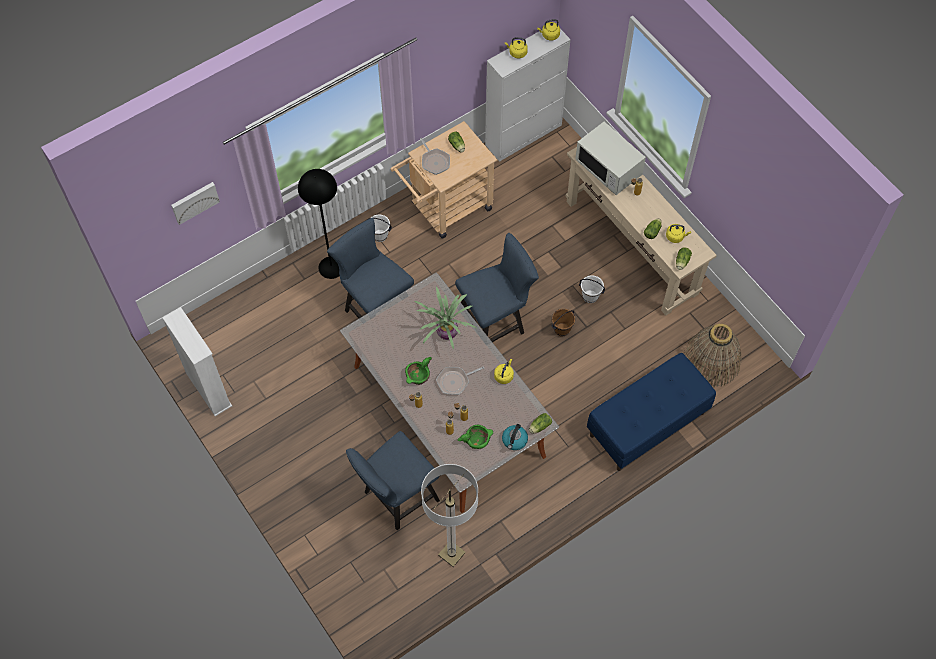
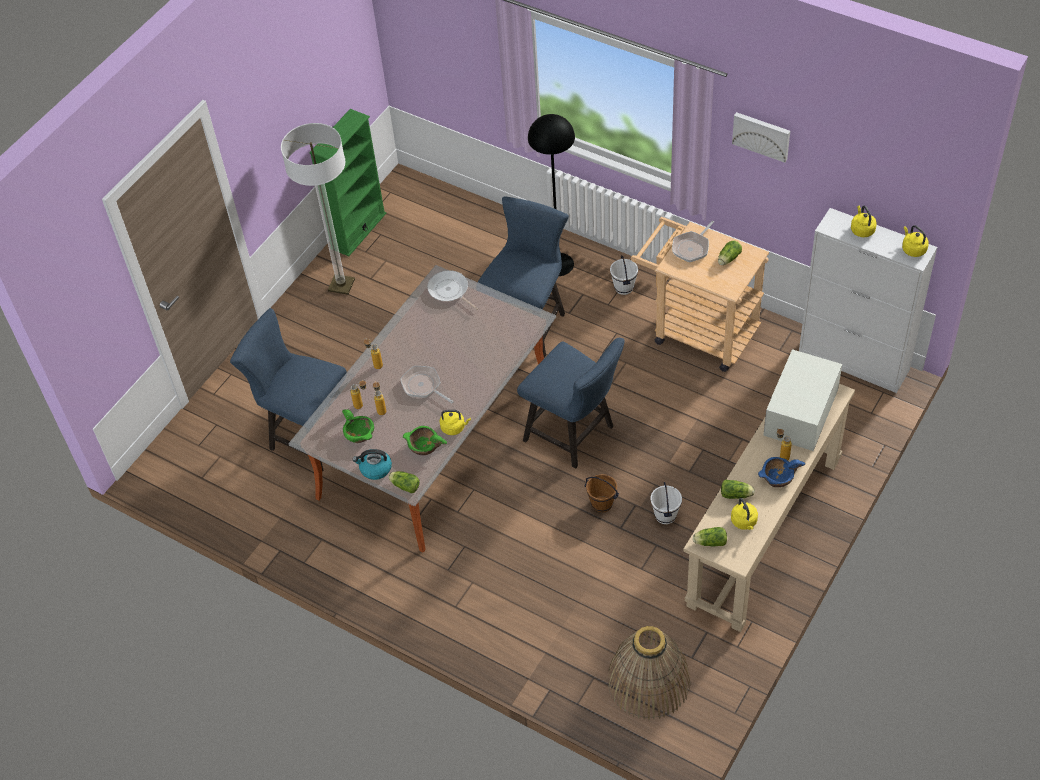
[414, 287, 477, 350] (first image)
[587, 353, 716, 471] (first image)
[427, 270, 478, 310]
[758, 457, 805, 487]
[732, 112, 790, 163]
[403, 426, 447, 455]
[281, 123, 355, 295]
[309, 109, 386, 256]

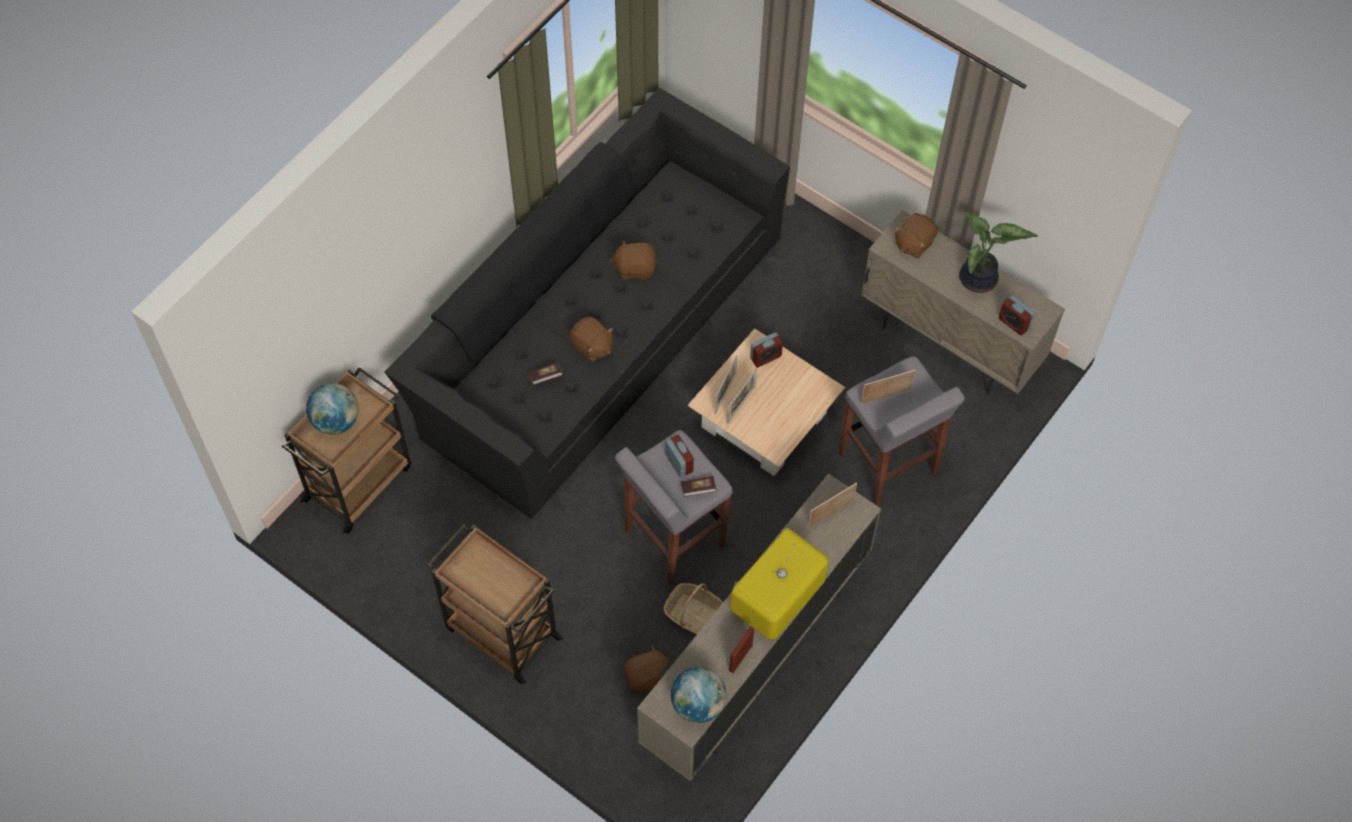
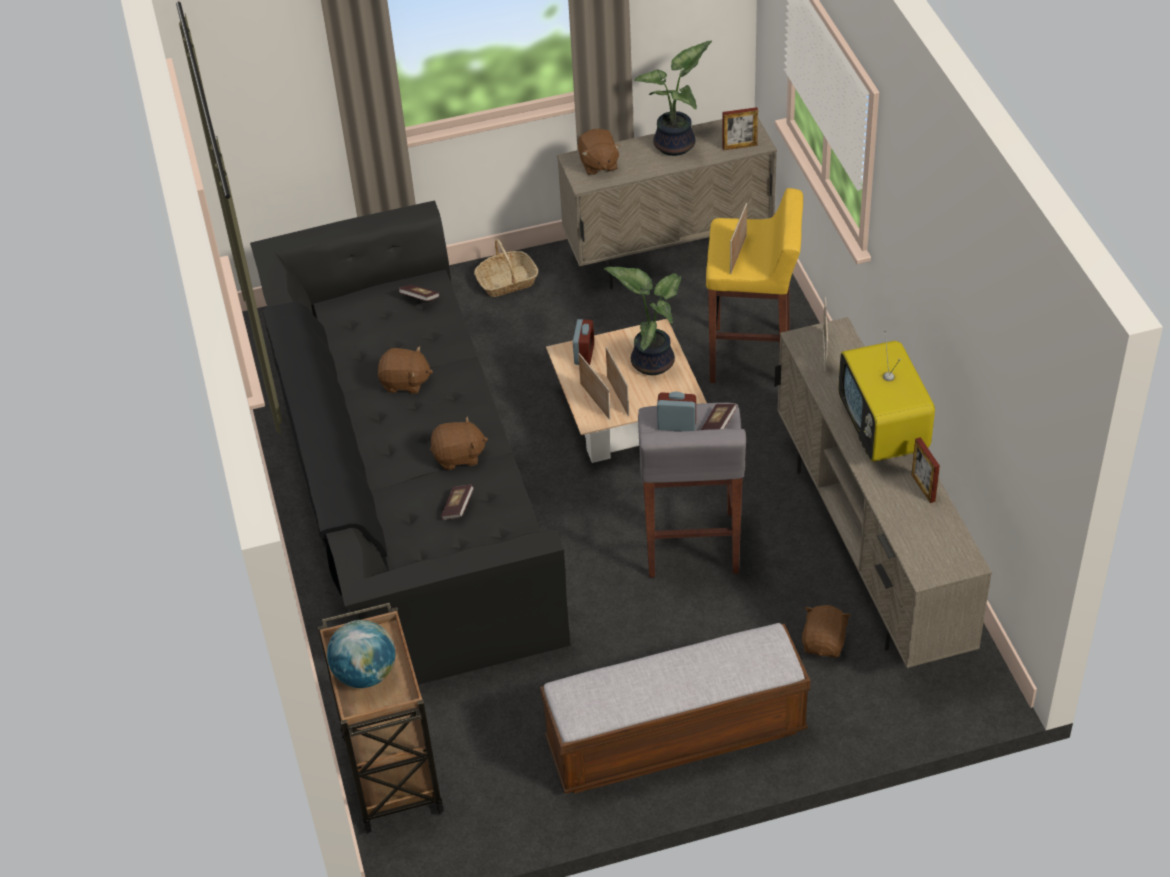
[671, 667, 727, 723] (first image)
[398, 285, 440, 301]
[603, 267, 681, 375]
[474, 239, 538, 297]
[540, 623, 811, 794]
[722, 107, 758, 150]
[706, 188, 803, 383]
[378, 346, 433, 394]

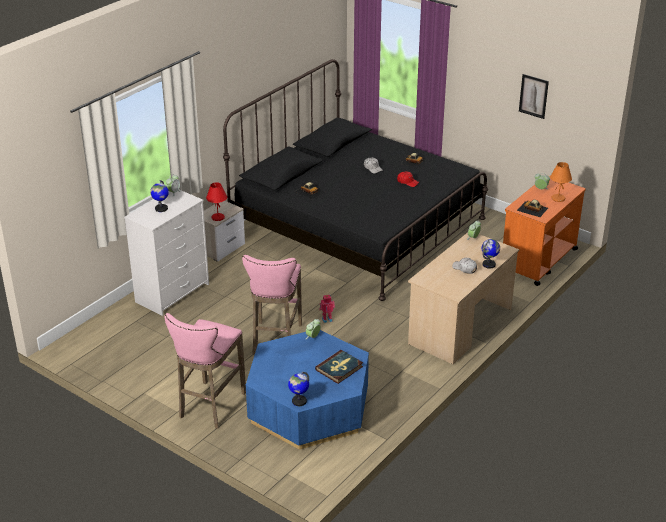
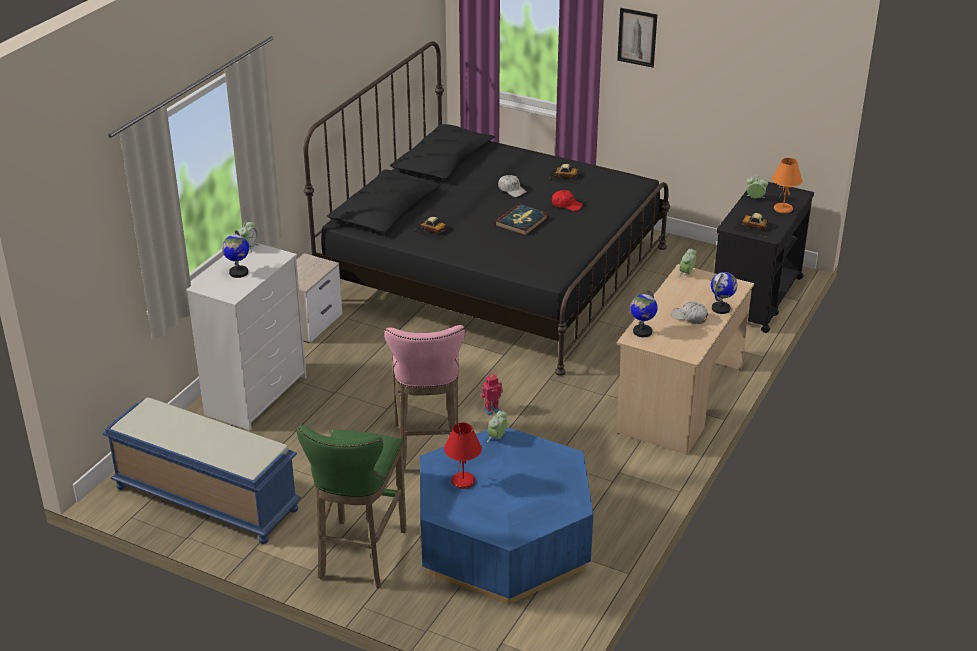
[102, 398, 301, 544]
[444, 423, 482, 489]
[630, 291, 657, 337]
[495, 204, 548, 236]
[617, 8, 657, 68]
[297, 425, 407, 588]
[714, 182, 814, 333]

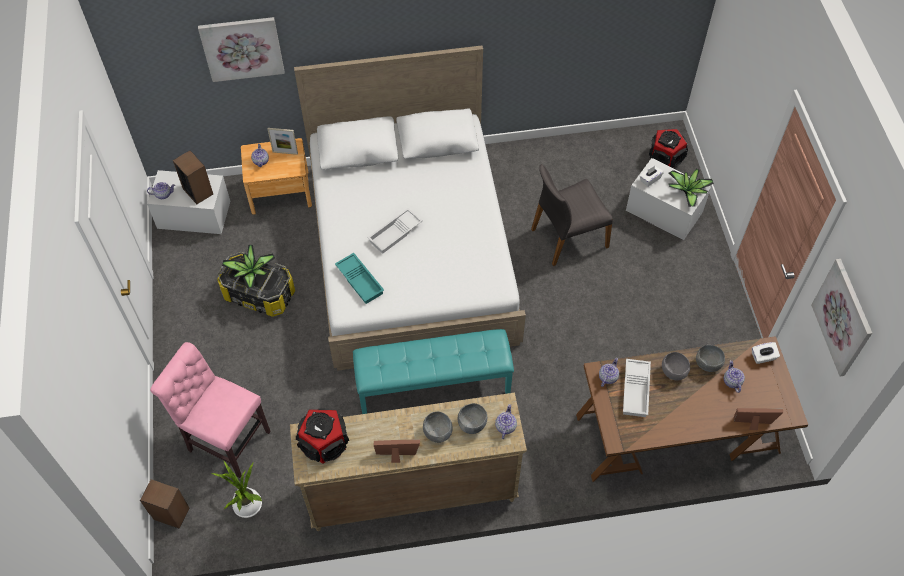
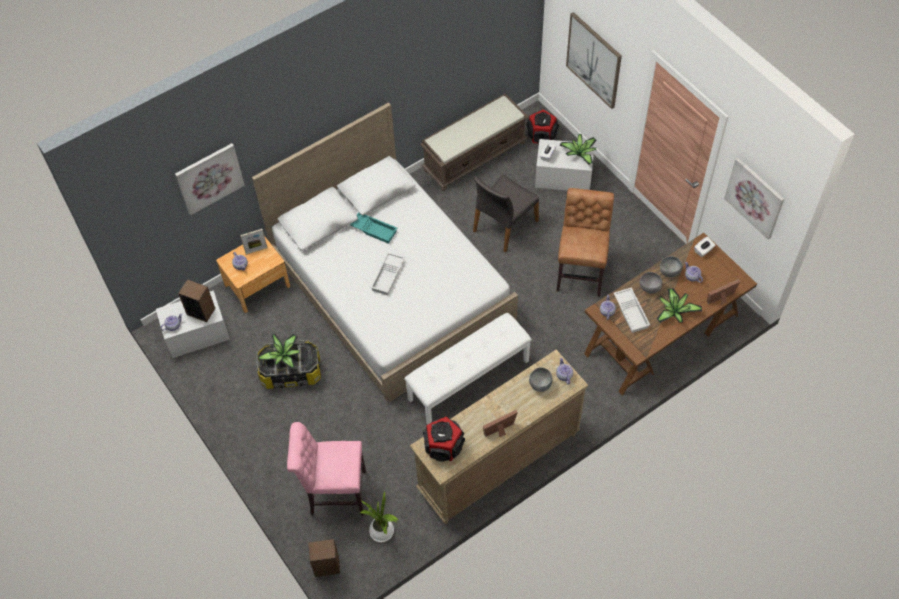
[423, 412, 453, 443] (first image)
[420, 94, 529, 191]
[556, 188, 614, 297]
[566, 12, 622, 109]
[657, 288, 702, 323]
[350, 212, 397, 244]
[404, 313, 532, 425]

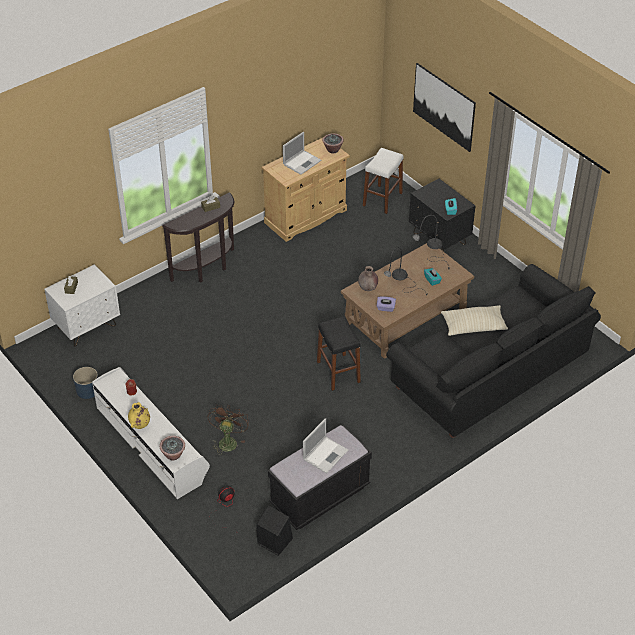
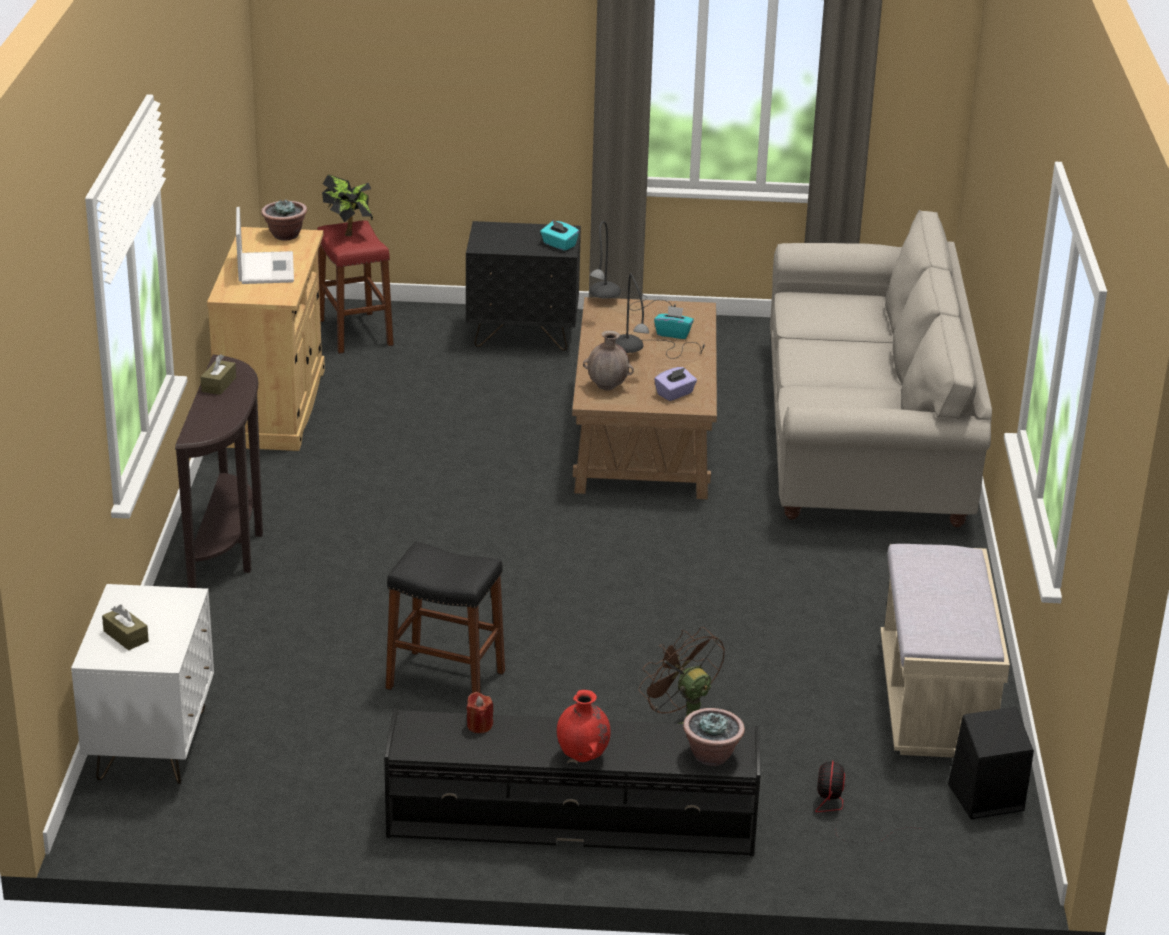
[73, 367, 98, 399] (first image)
[303, 418, 348, 474] (first image)
[413, 63, 476, 152] (first image)
[441, 305, 508, 336] (first image)
[322, 175, 373, 236]
[386, 541, 505, 693]
[384, 708, 761, 856]
[557, 690, 611, 762]
[880, 544, 1010, 758]
[317, 221, 394, 354]
[770, 210, 992, 528]

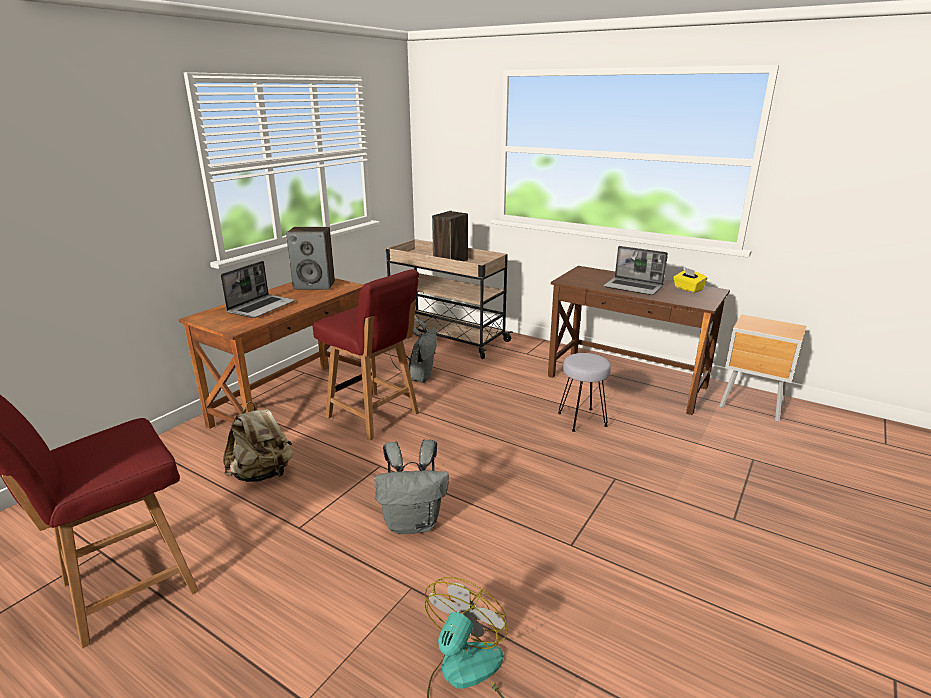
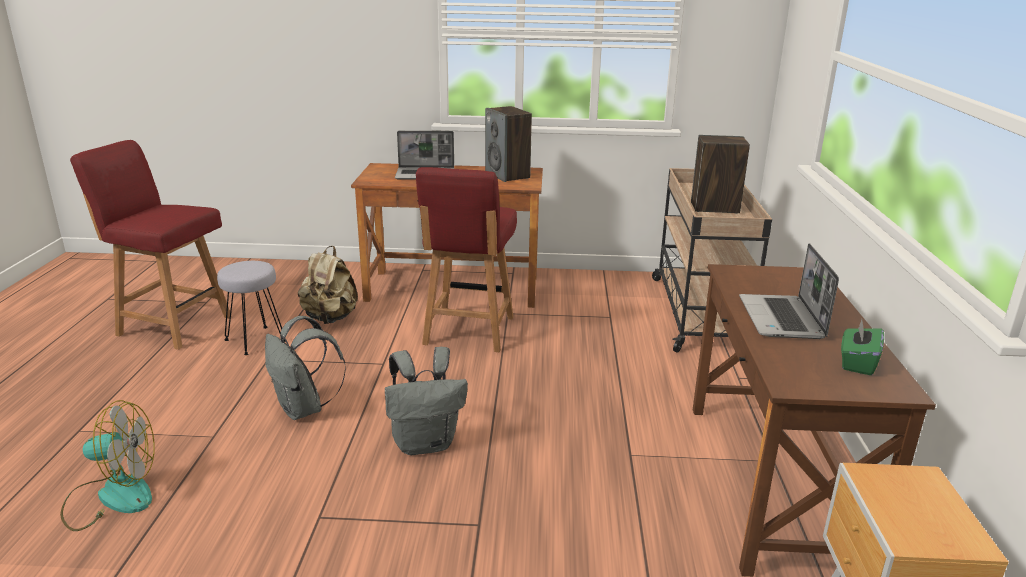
[385, 347, 468, 455]
[217, 261, 286, 355]
[841, 319, 884, 375]

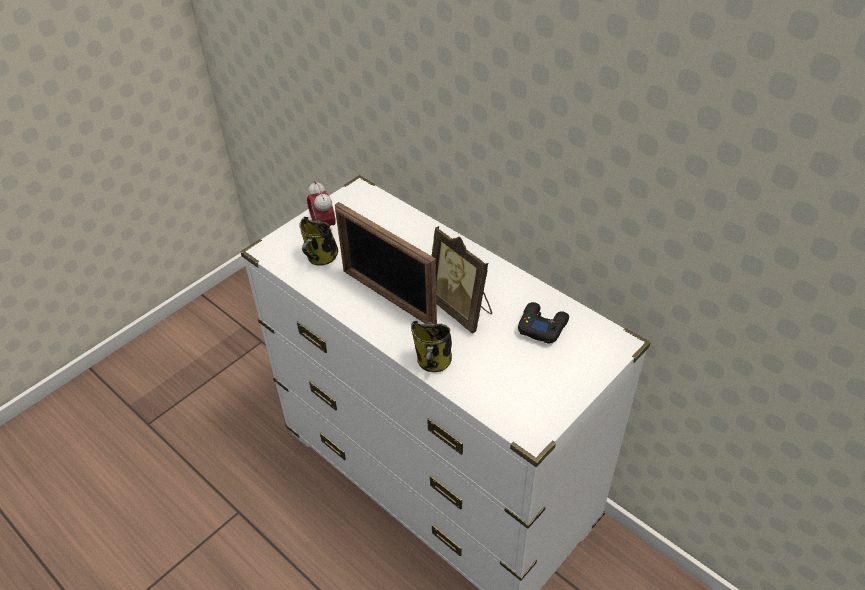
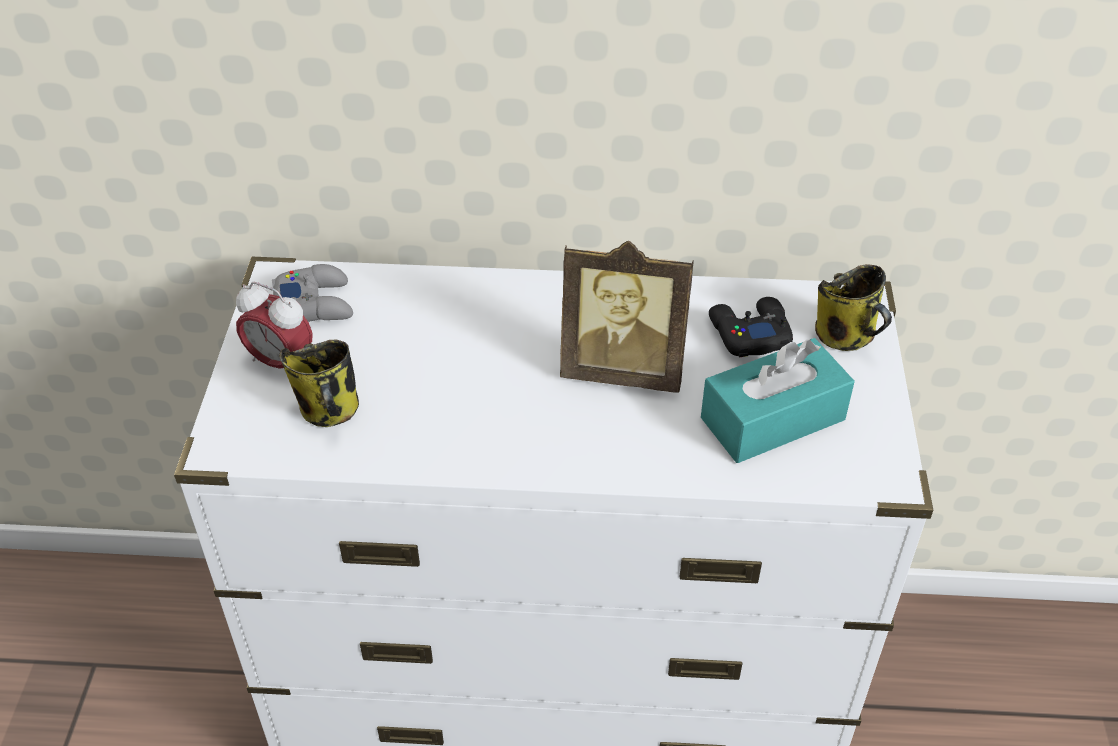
[335, 202, 437, 324] (first image)
[272, 264, 353, 322]
[701, 338, 855, 463]
[815, 264, 892, 351]

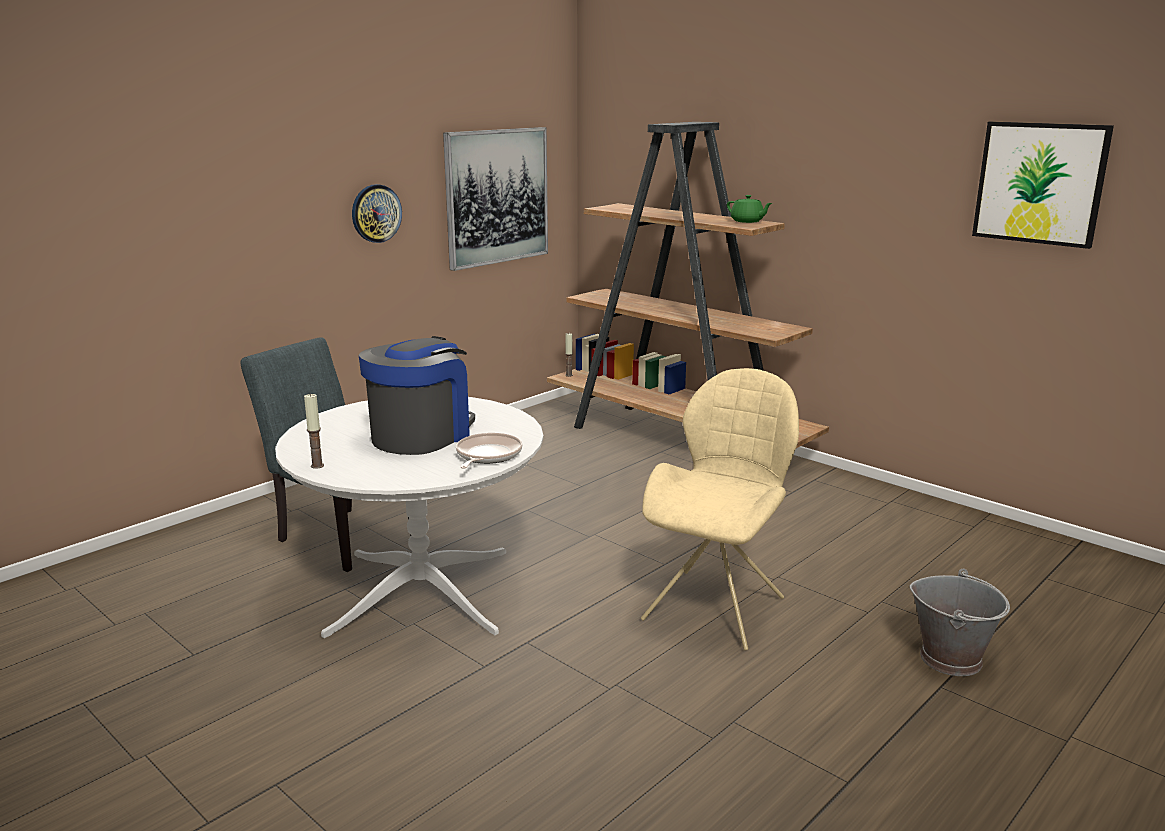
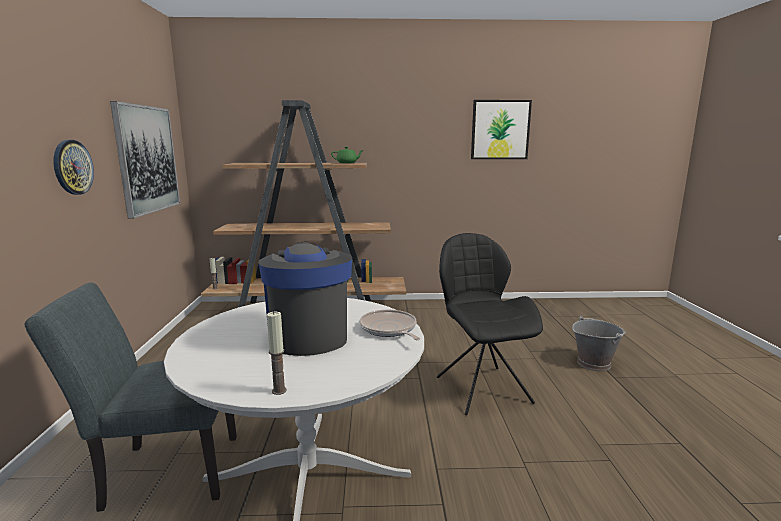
[437, 233, 543, 415]

